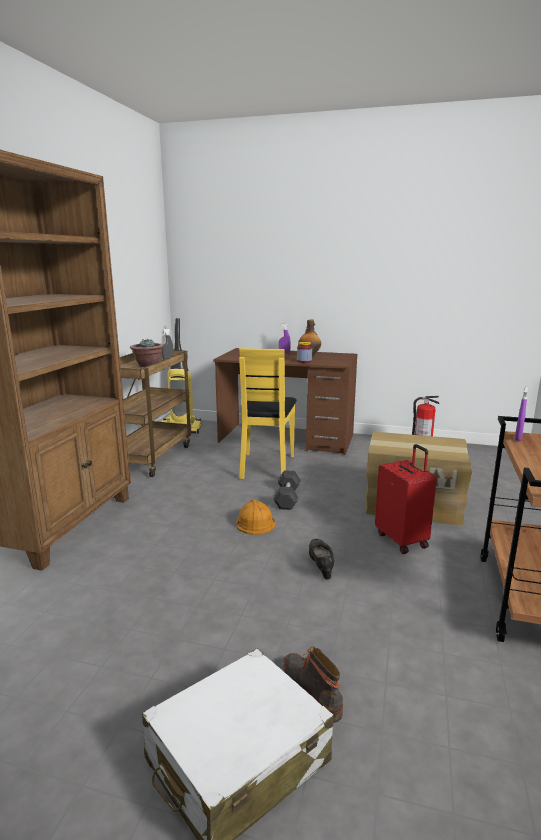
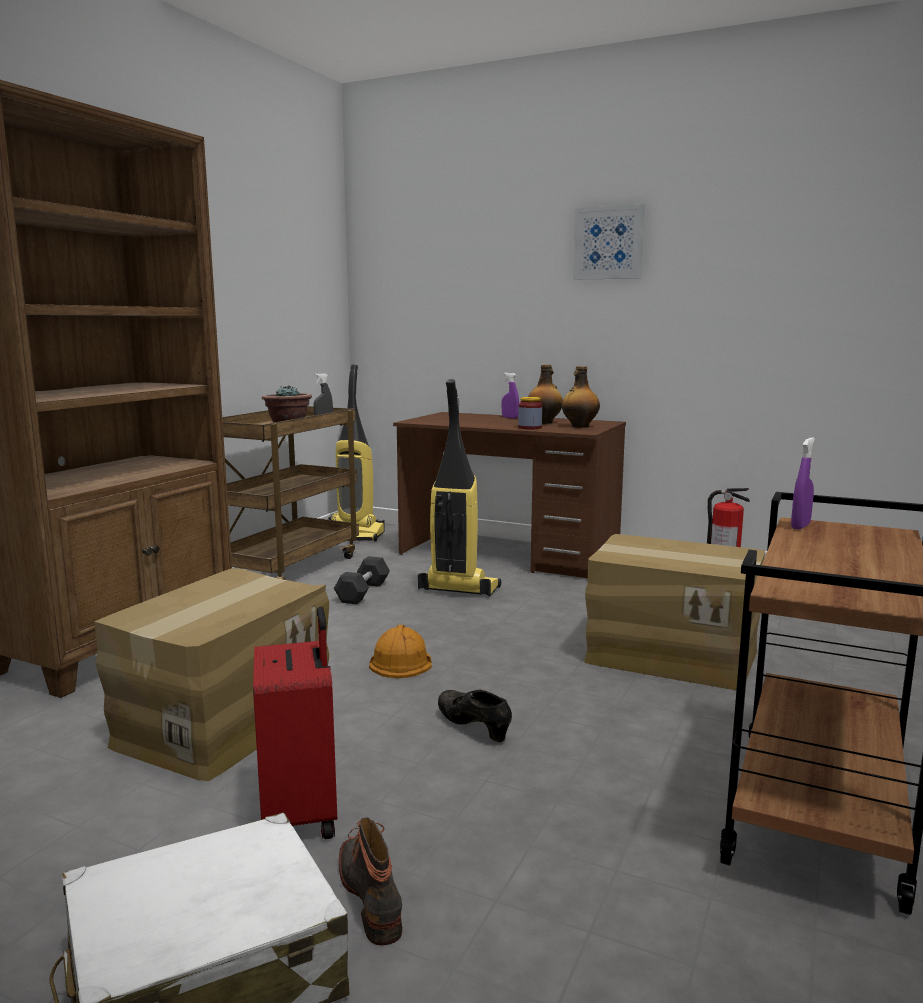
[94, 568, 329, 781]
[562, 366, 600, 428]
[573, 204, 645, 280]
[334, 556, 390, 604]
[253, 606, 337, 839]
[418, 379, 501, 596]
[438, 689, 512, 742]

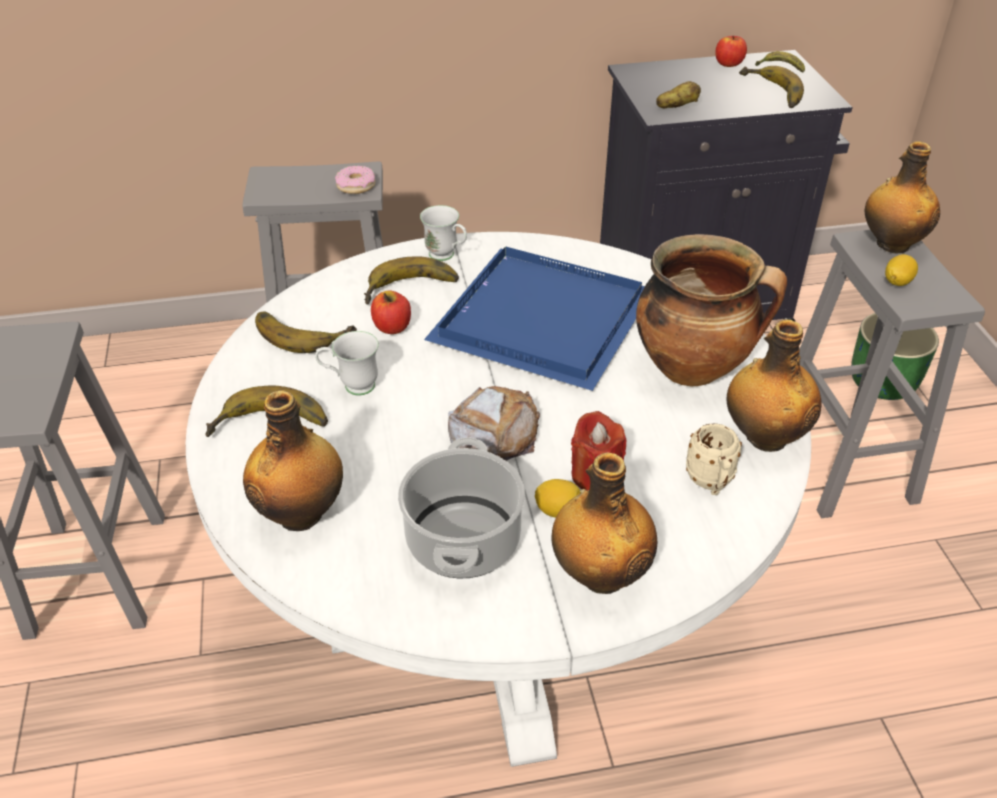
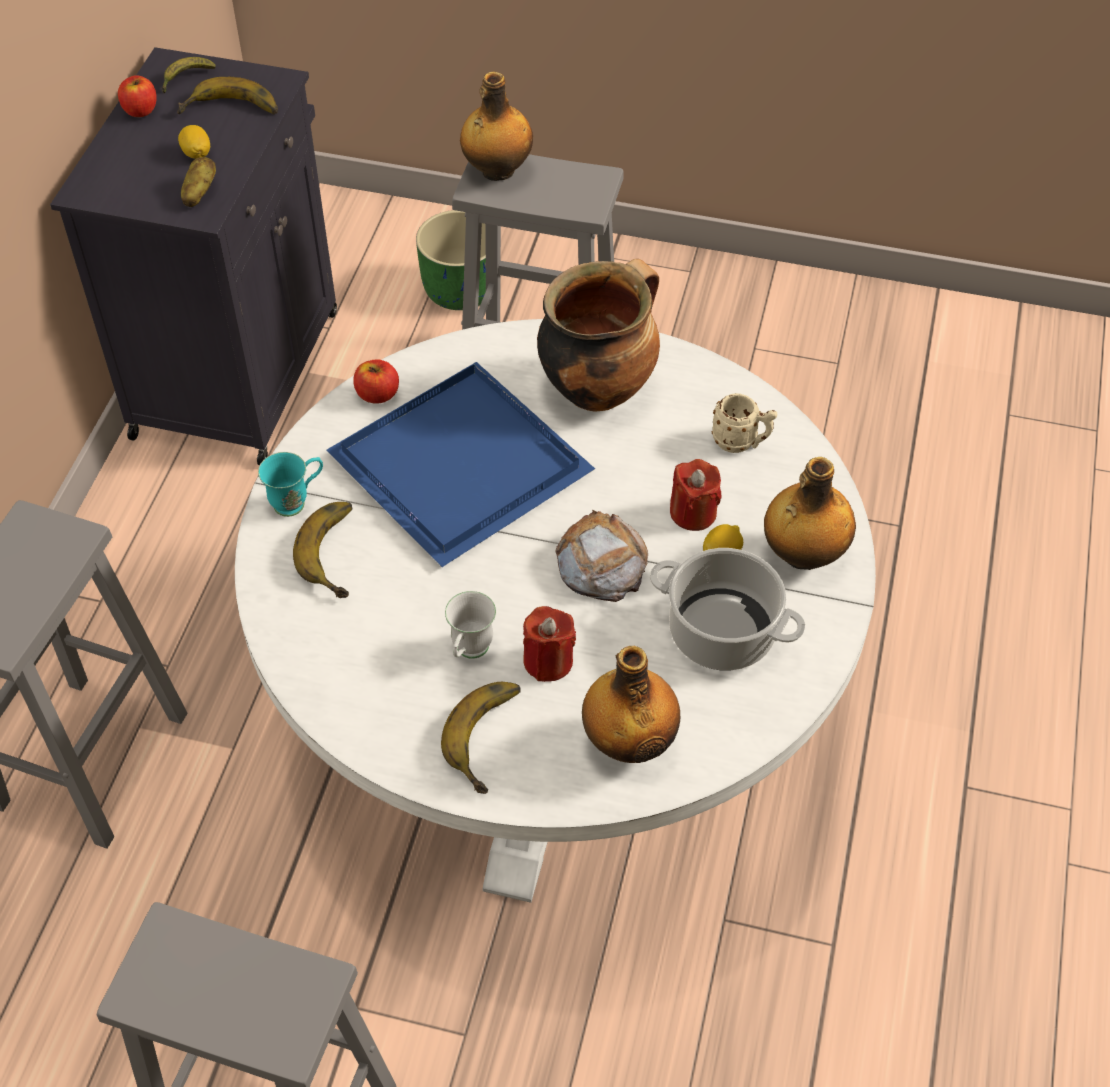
[255, 311, 357, 353] (first image)
[335, 166, 375, 194] (first image)
[727, 319, 821, 452] (first image)
[523, 606, 576, 682]
[353, 359, 399, 404]
[178, 125, 210, 159]
[258, 452, 323, 517]

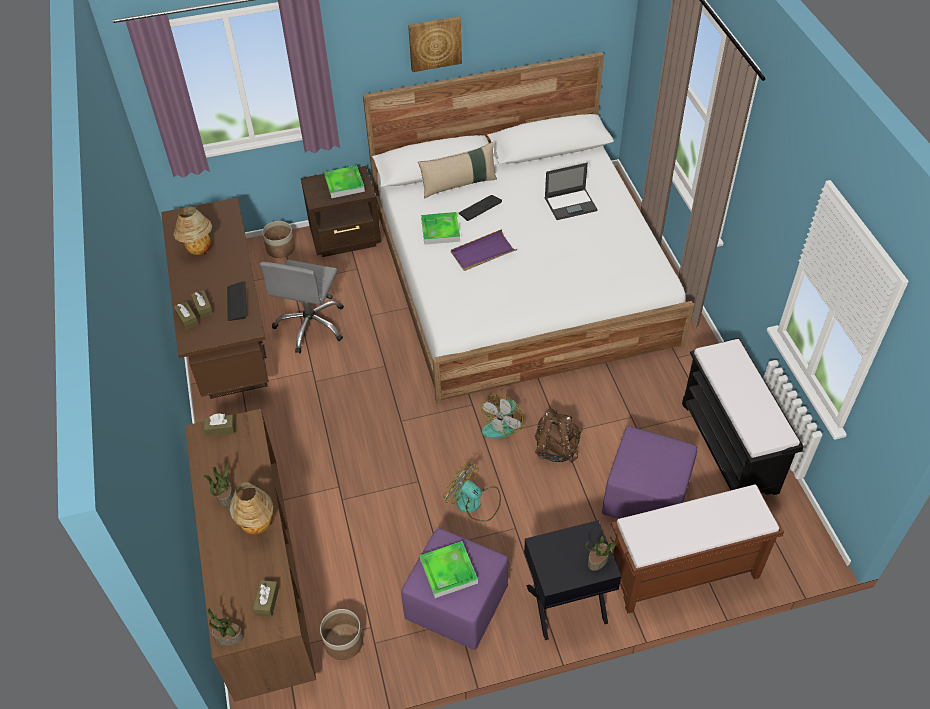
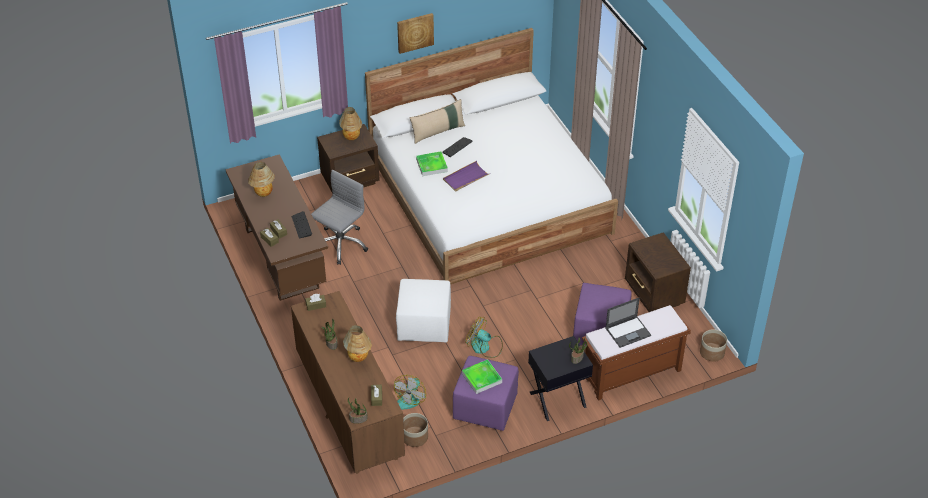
[535, 408, 581, 463] (first image)
[396, 279, 451, 343]
[700, 329, 727, 362]
[394, 375, 426, 409]
[605, 298, 651, 348]
[339, 107, 362, 140]
[625, 232, 691, 312]
[311, 170, 368, 265]

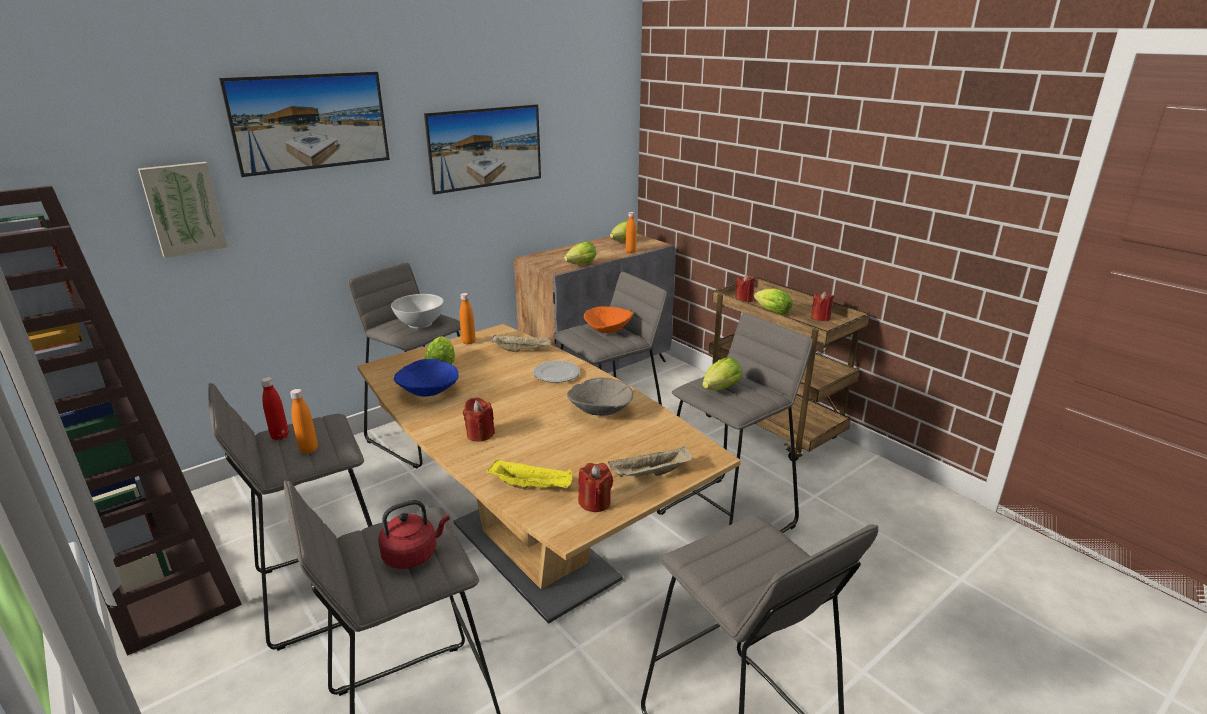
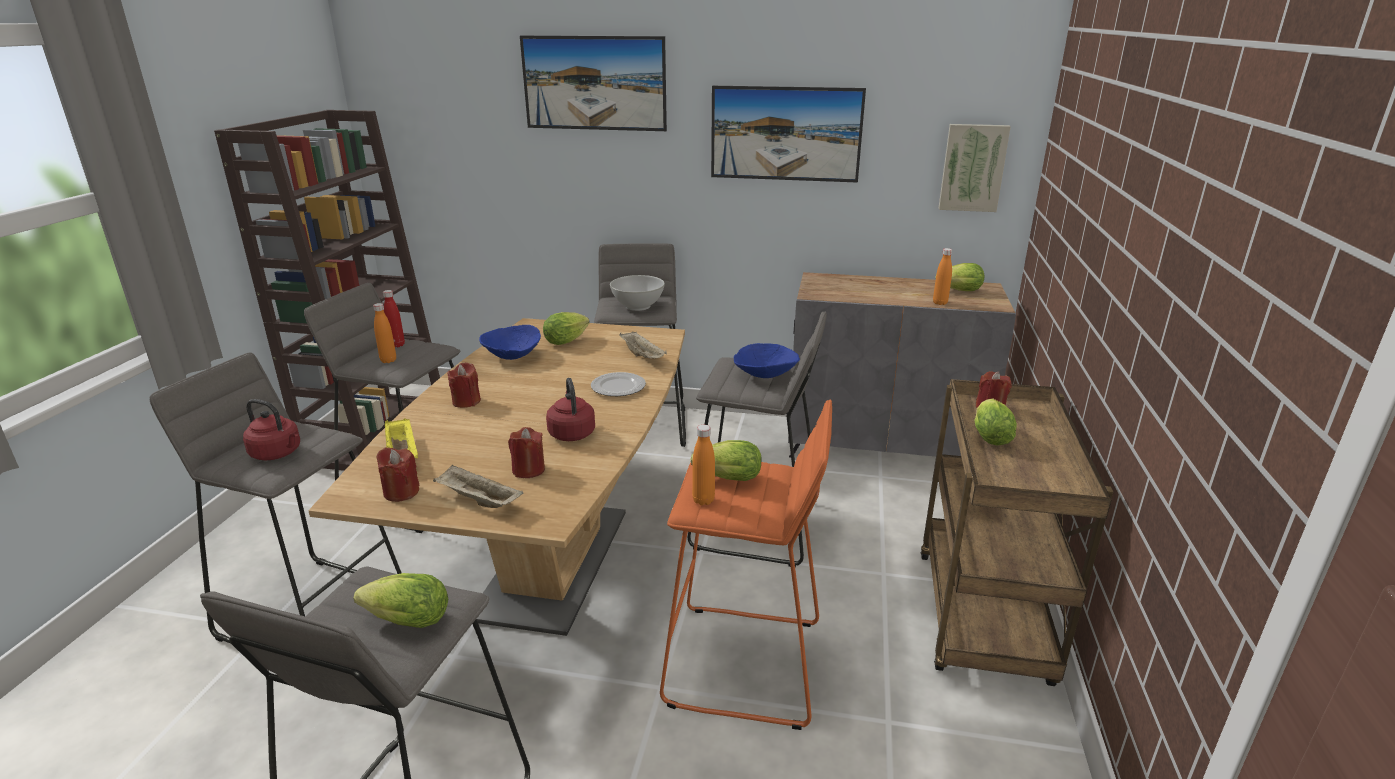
[939, 124, 1011, 212]
[692, 425, 715, 505]
[354, 573, 448, 628]
[508, 427, 545, 478]
[546, 378, 595, 441]
[734, 343, 800, 378]
[660, 400, 832, 730]

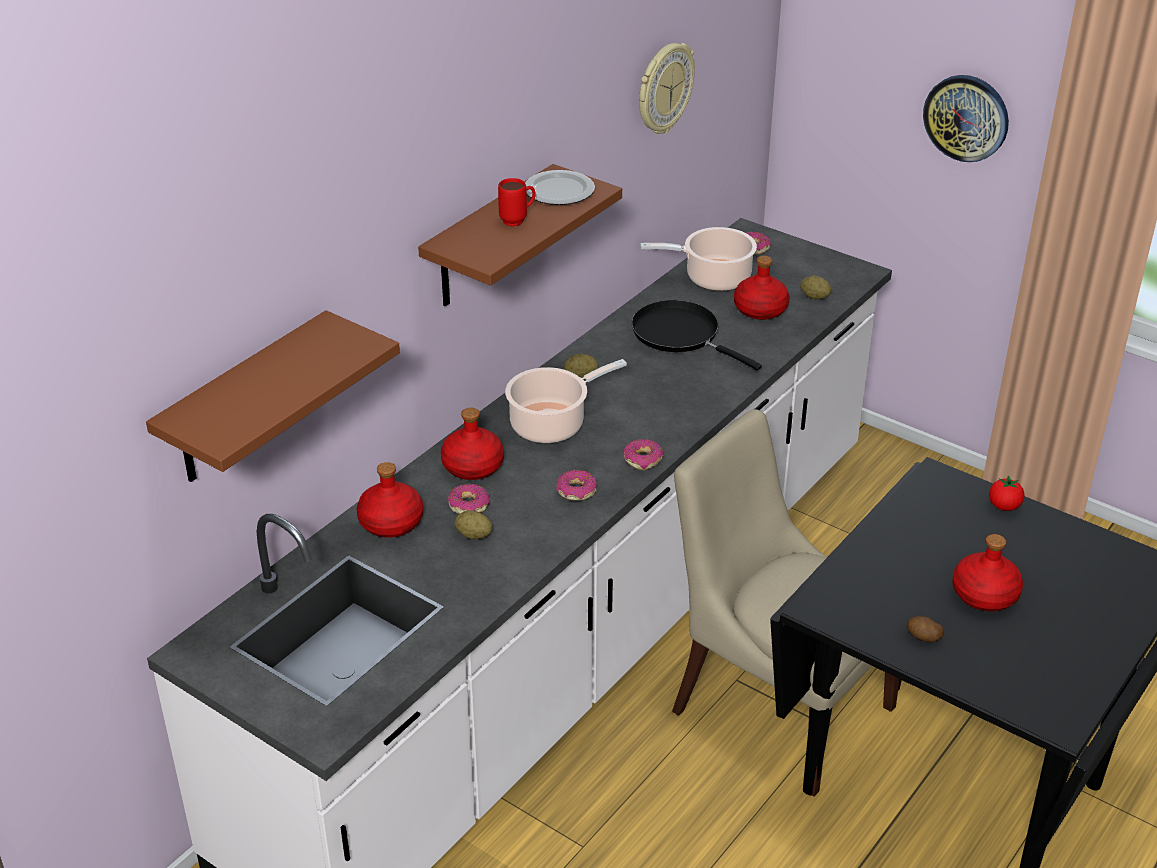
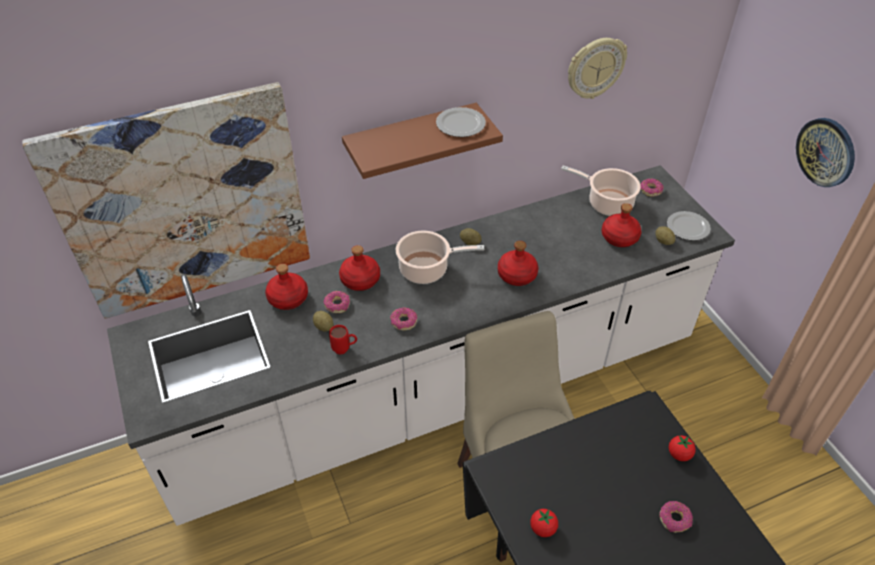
[631, 300, 762, 370] (first image)
[667, 211, 711, 241]
[329, 325, 357, 355]
[659, 501, 693, 533]
[498, 241, 538, 286]
[22, 82, 310, 318]
[530, 509, 558, 537]

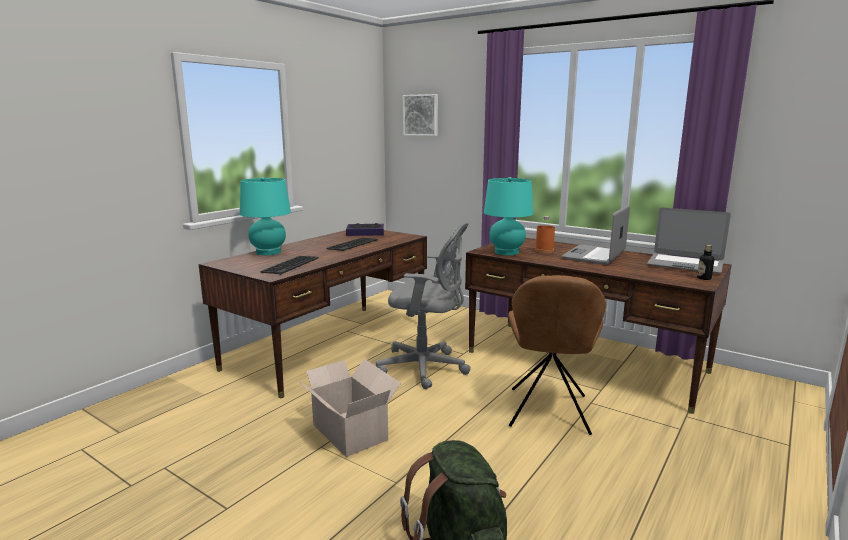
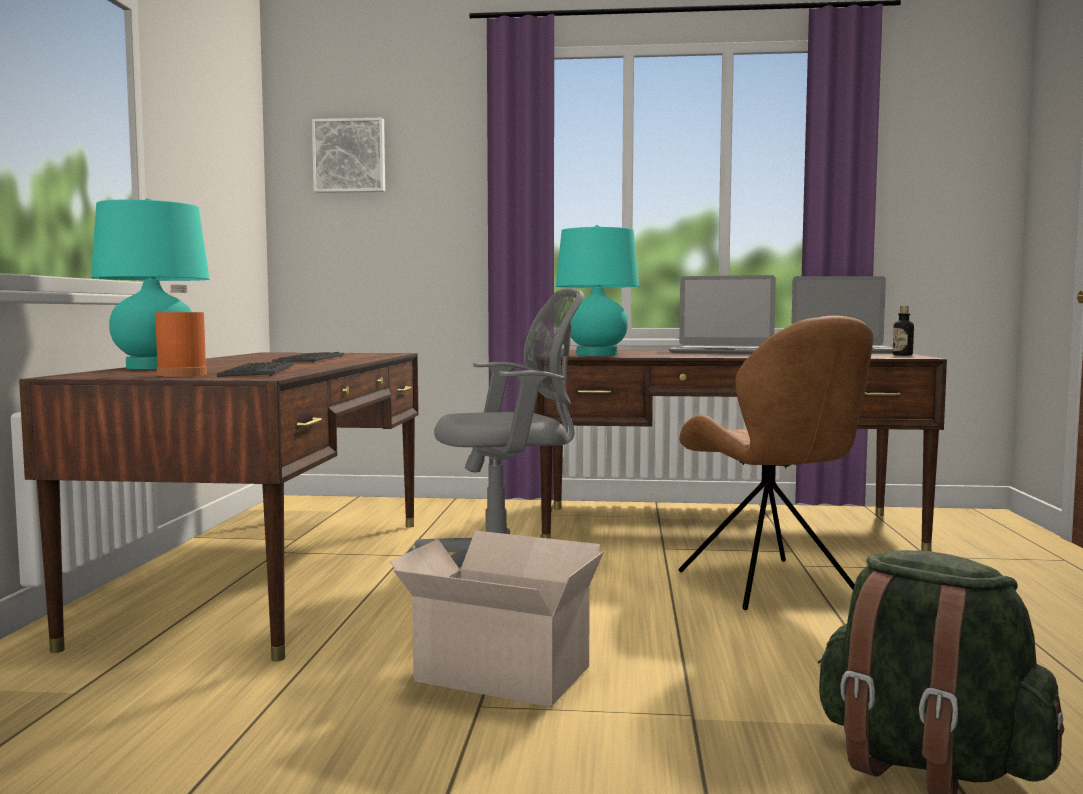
[346, 223, 384, 236] (first image)
[155, 285, 207, 377]
[669, 275, 776, 354]

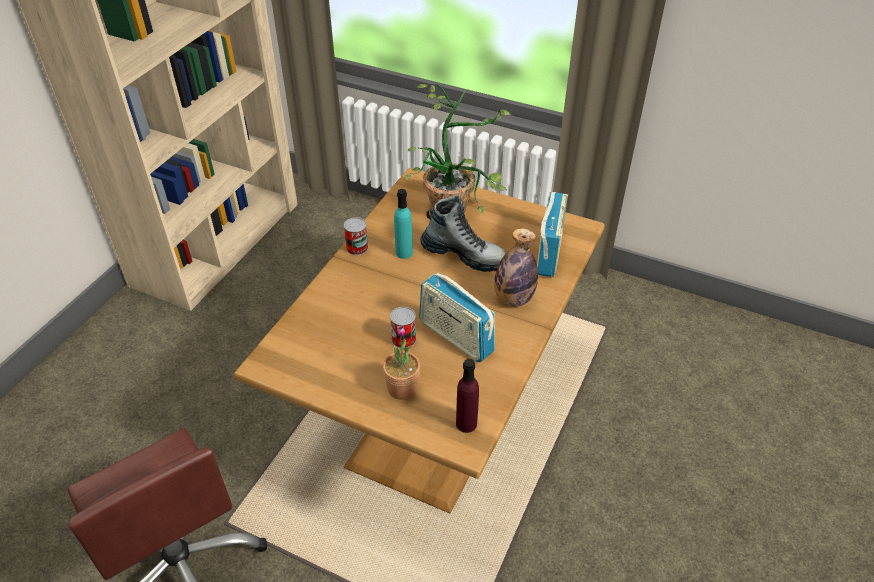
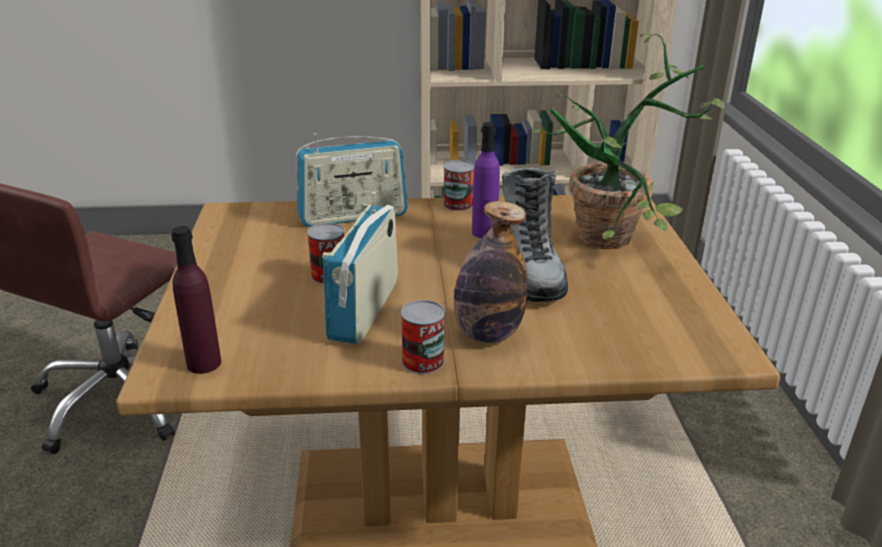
[383, 325, 420, 400] (first image)
[401, 300, 445, 374]
[295, 133, 408, 227]
[472, 122, 500, 238]

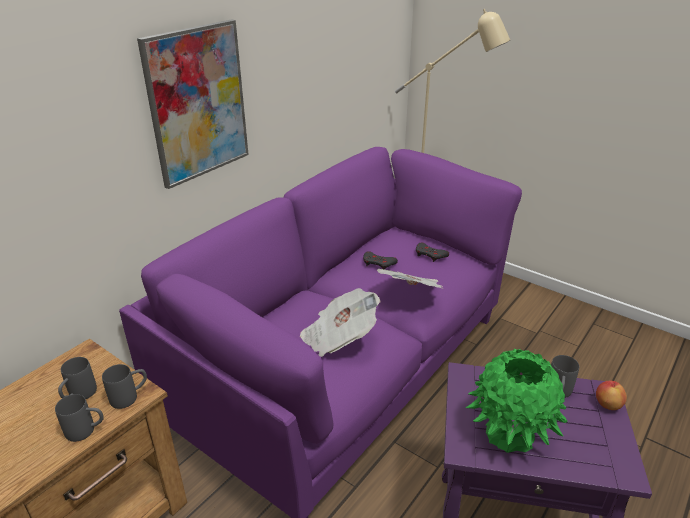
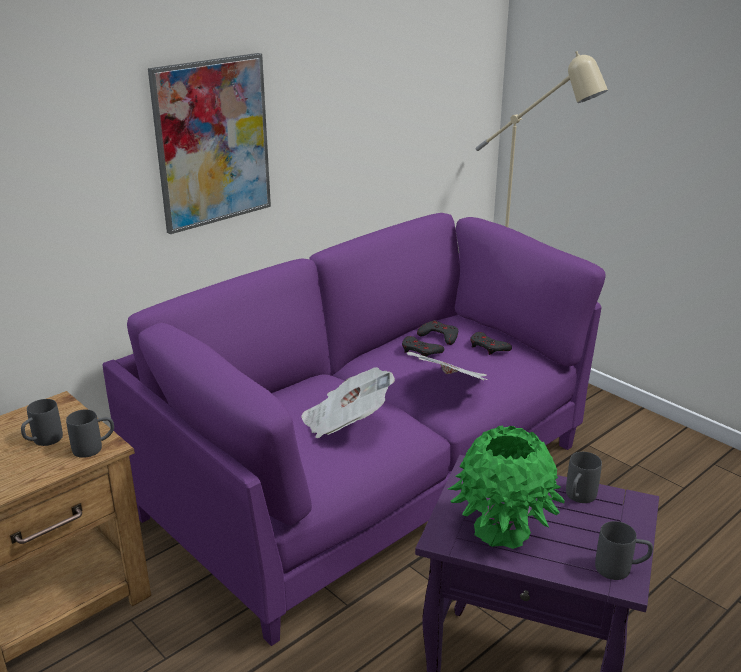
[596, 381, 627, 410] (first image)
[417, 320, 458, 345]
[595, 521, 653, 580]

